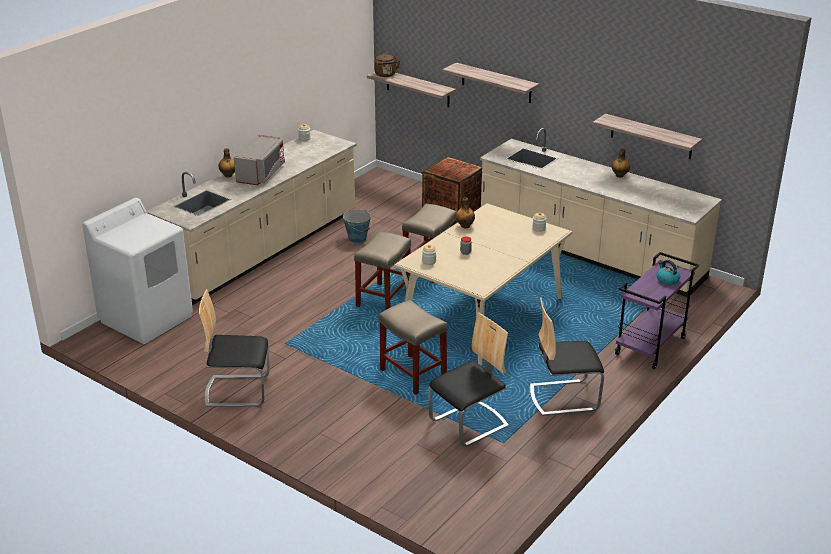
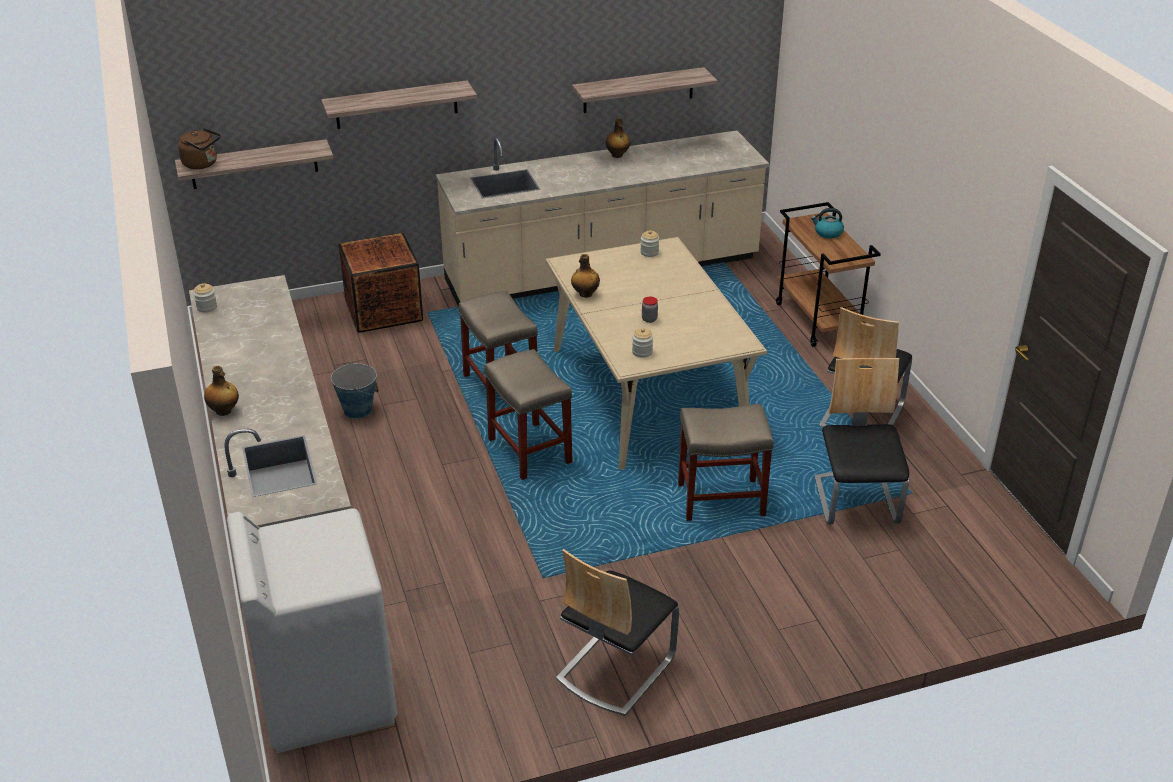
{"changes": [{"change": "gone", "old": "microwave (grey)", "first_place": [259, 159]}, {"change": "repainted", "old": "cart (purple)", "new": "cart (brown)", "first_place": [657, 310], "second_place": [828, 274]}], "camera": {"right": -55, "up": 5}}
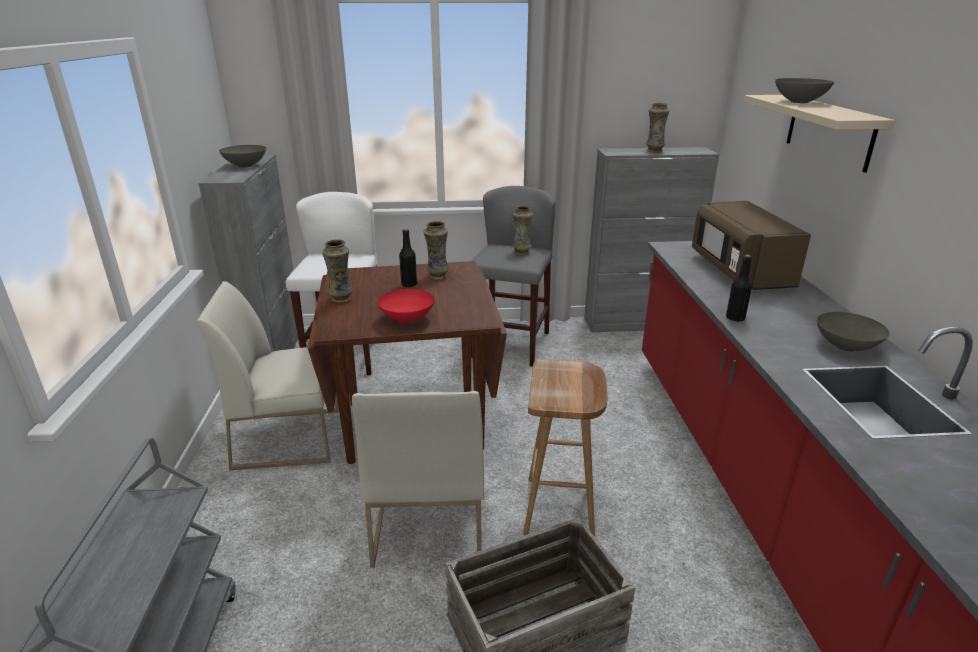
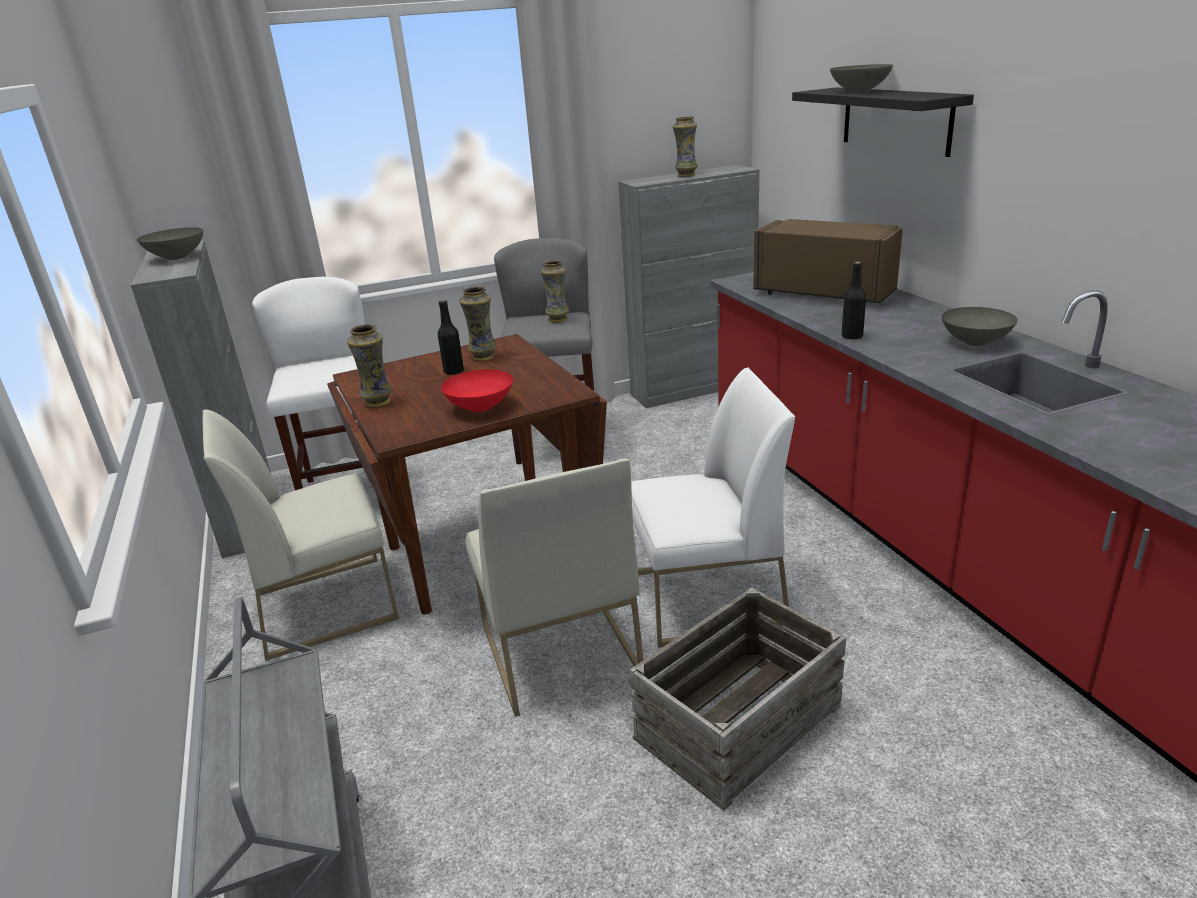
{"changes": [{"change": "swapped", "old": "stool (brown)", "new": "chair (white)", "first_place": [565, 448], "second_place": [713, 507]}, {"change": "rotated", "old": "microwave (brown)", "first_place": [751, 245], "second_place": [828, 261], "degrees": 150}, {"change": "repainted", "old": "shelf (beige)", "new": "shelf (black)", "first_place": [819, 134], "second_place": [883, 122]}], "camera": {"right": -15, "up": 0}}
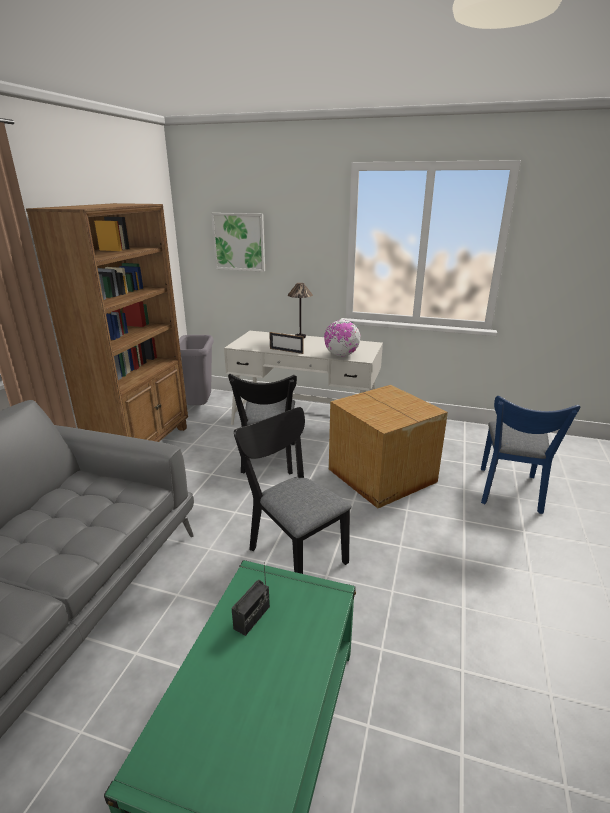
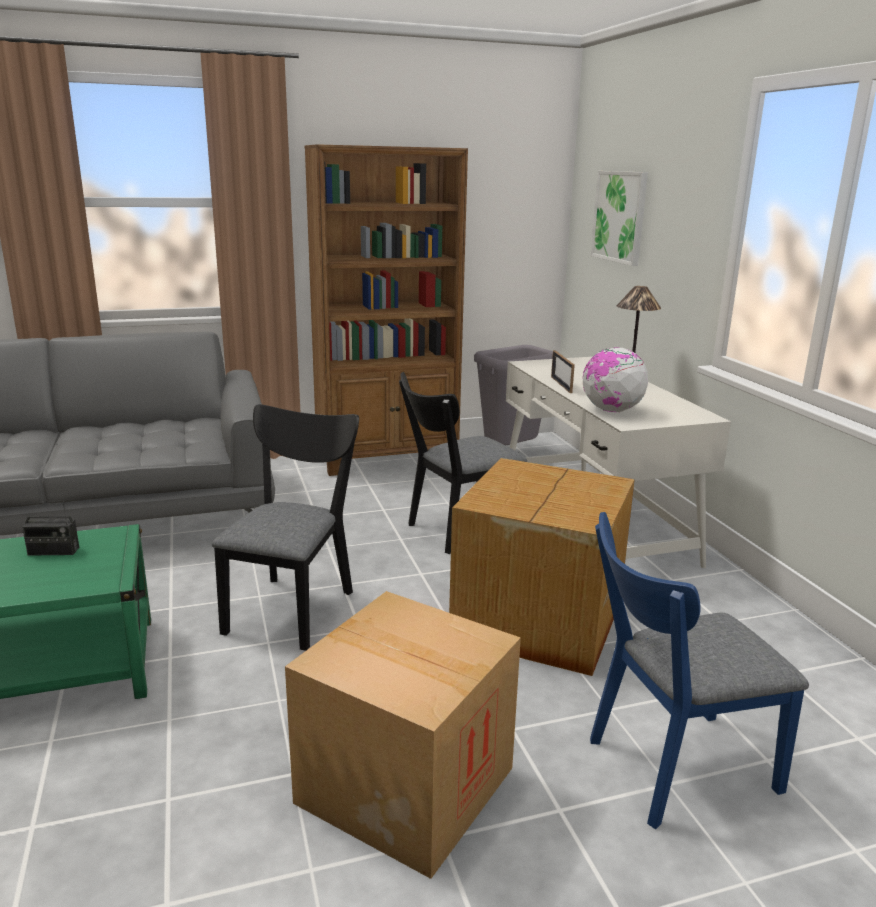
{"changes": [{"change": "new", "new": "cardboard box", "second_place": [403, 735]}], "camera": {"right": 55, "up": -5}}
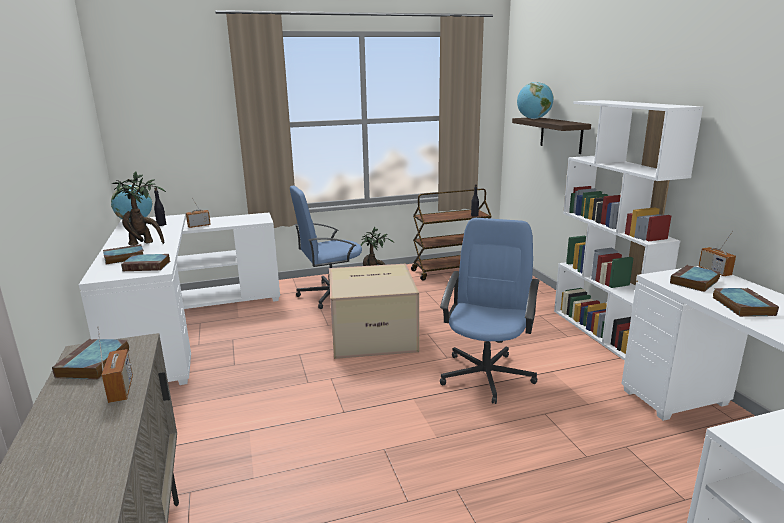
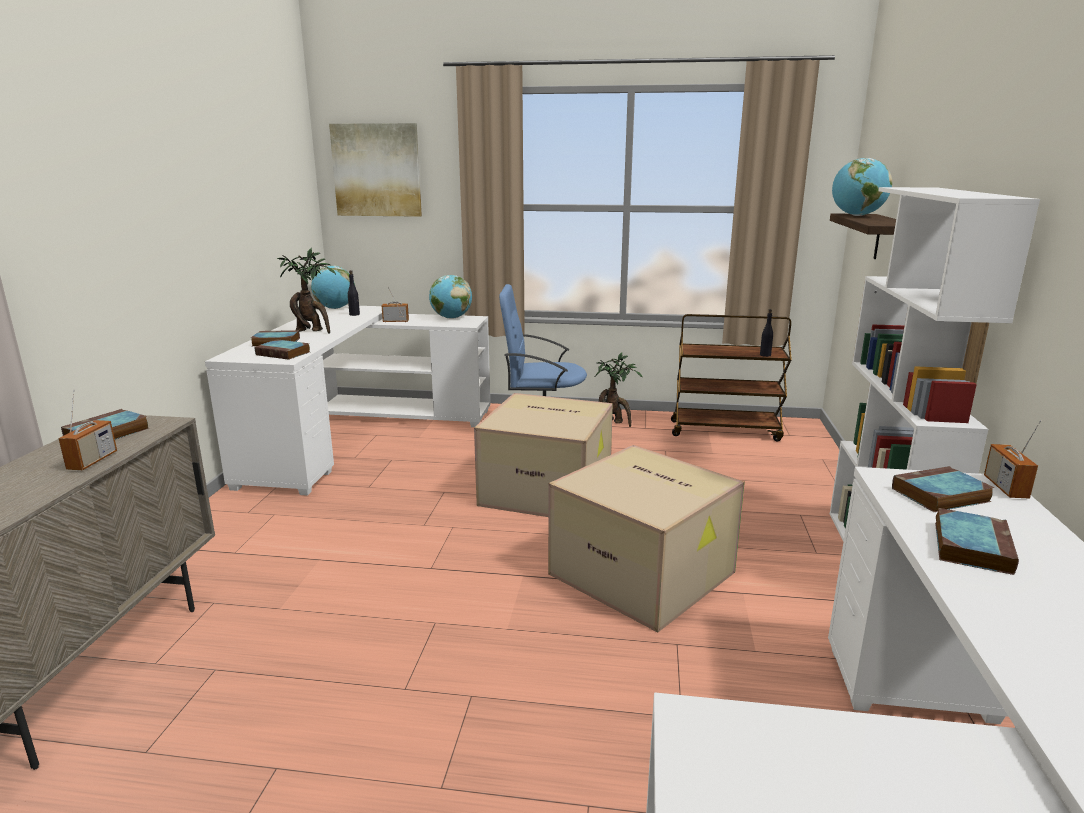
{"changes": [{"change": "swapped", "old": "office chair (blue)", "new": "cardboard box", "first_place": [490, 311], "second_place": [646, 538]}, {"change": "new", "new": "picture", "second_place": [375, 170]}, {"change": "new", "new": "globe", "second_place": [450, 297]}], "camera": {"right": 25, "up": 0}}
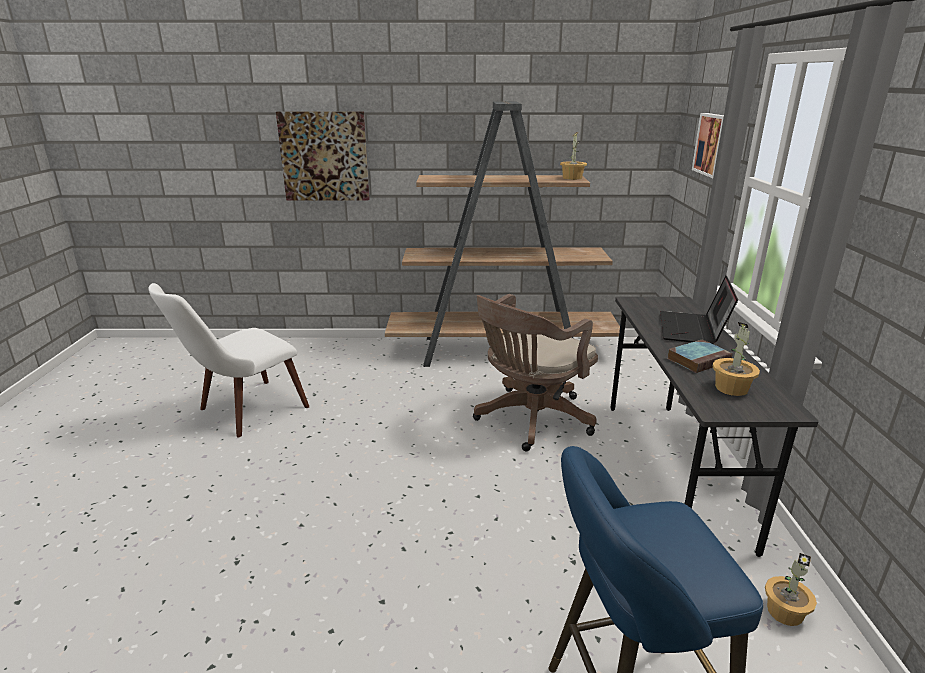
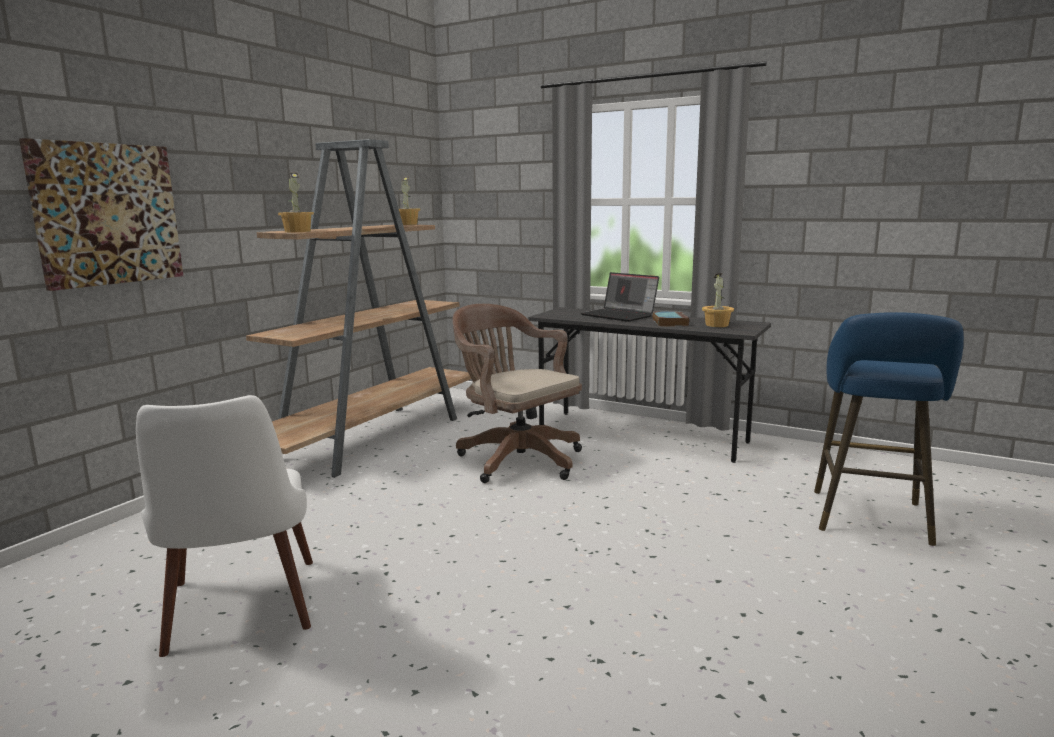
{"changes": [{"change": "rotated", "old": "office chair (brown)", "first_place": [535, 372], "second_place": [517, 393], "degrees": 150}, {"change": "gone", "old": "picture", "first_place": [708, 145]}, {"change": "shifted", "old": "potted plant", "first_place": [791, 589], "second_place": [296, 202]}], "camera": {"right": -60, "up": -10}}
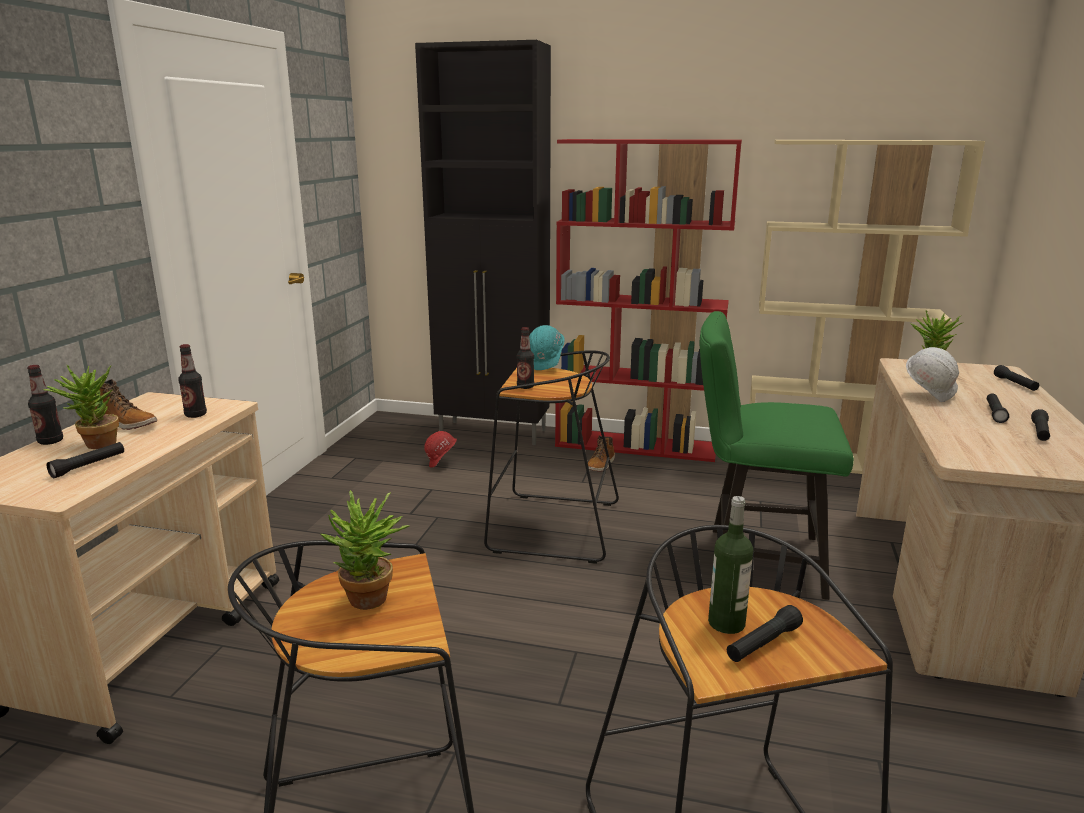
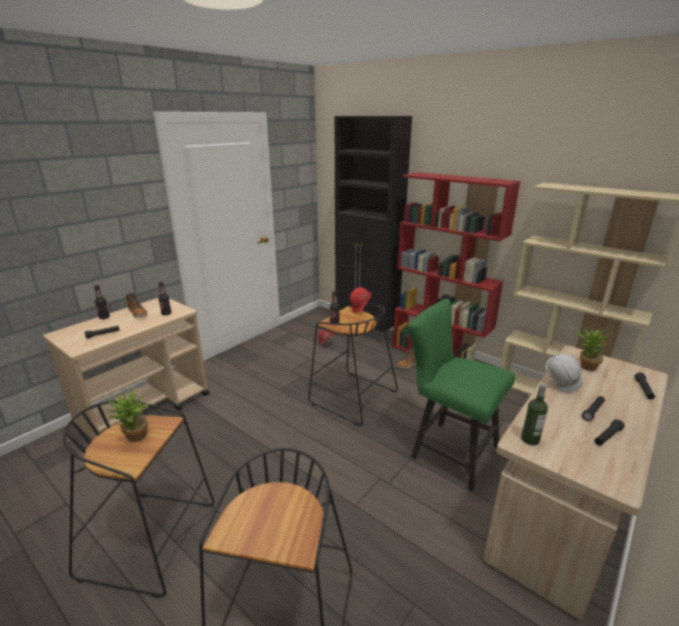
{"changes": [{"change": "gone", "old": "potted plant", "first_place": [81, 407]}, {"change": "repainted", "old": "hard hat (turquoise)", "new": "hard hat (red)", "first_place": [547, 347], "second_place": [360, 300]}, {"change": "shifted", "old": "bottle", "first_place": [730, 565], "second_place": [534, 414]}, {"change": "gone", "old": "flashlight (black)", "first_place": [765, 633]}], "camera": {"right": 25, "up": 5}}
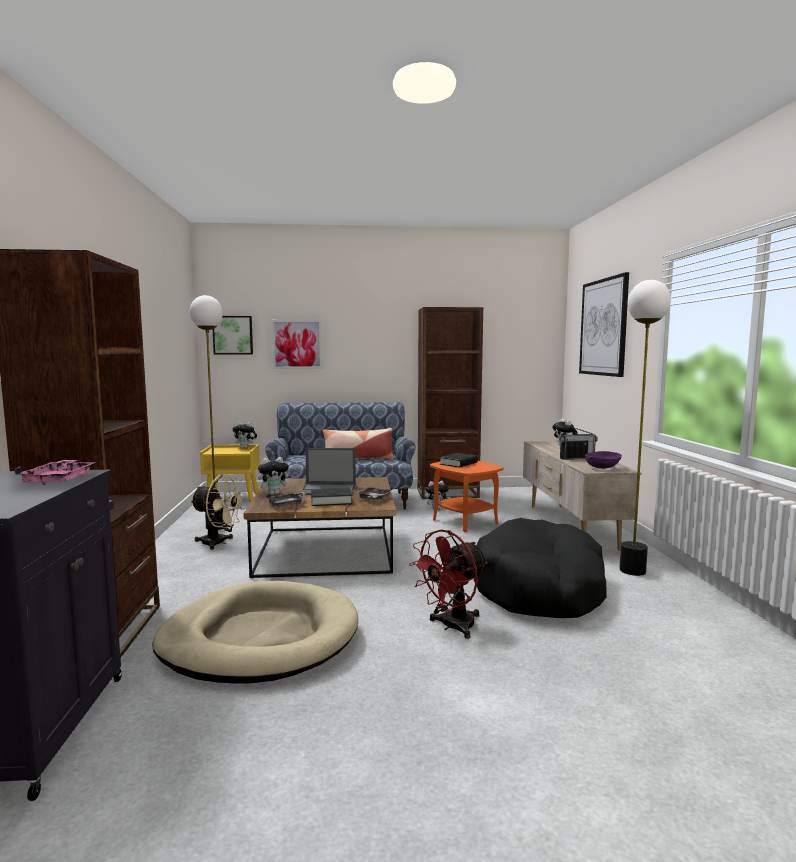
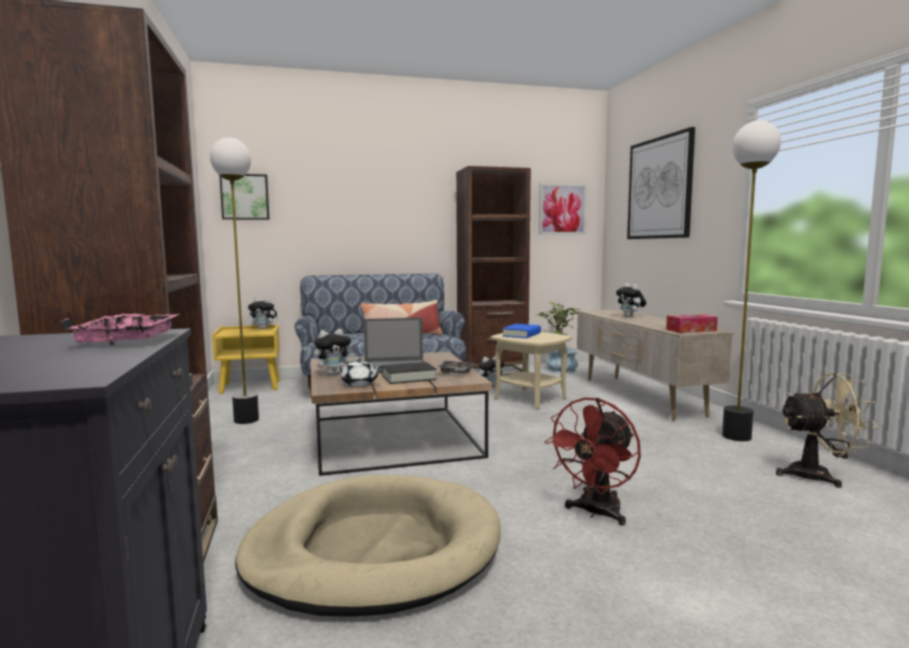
{"changes": [{"change": "shifted", "old": "fan (beige)", "first_place": [218, 512], "second_place": [827, 430]}, {"change": "swapped", "old": "tray (grey)", "new": "teapot (white)", "first_place": [286, 499], "second_place": [360, 372]}, {"change": "shifted", "old": "picture", "first_place": [297, 344], "second_place": [563, 208]}, {"change": "repainted", "old": "side table (orange)", "new": "side table (beige)", "first_place": [466, 496], "second_place": [531, 370]}, {"change": "repainted", "old": "book (black)", "new": "book (blue)", "first_place": [459, 460], "second_place": [521, 331]}, {"change": "gone", "old": "dog bed (black)", "first_place": [540, 568]}, {"change": "gone", "old": "radio", "first_place": [578, 442]}, {"change": "swapped", "old": "bowl (purple)", "new": "tissue box", "first_place": [603, 460], "second_place": [692, 323]}, {"change": "new", "new": "potted plant", "second_place": [558, 337]}], "camera": {"right": -10, "up": 0}}
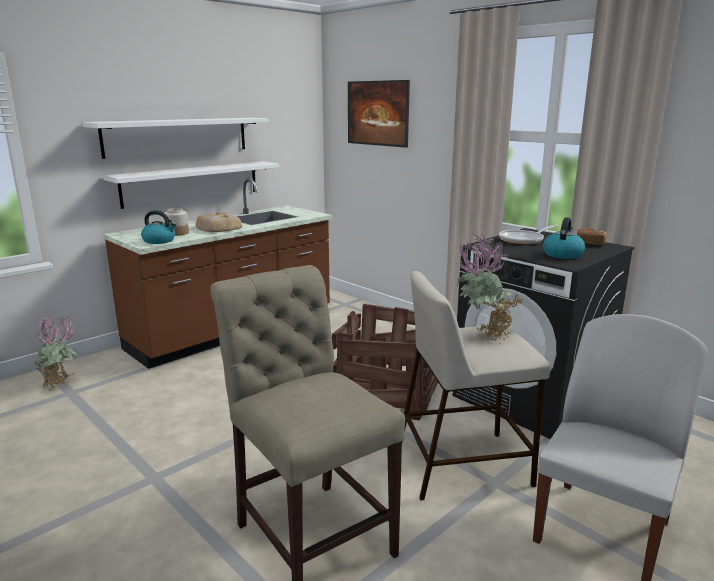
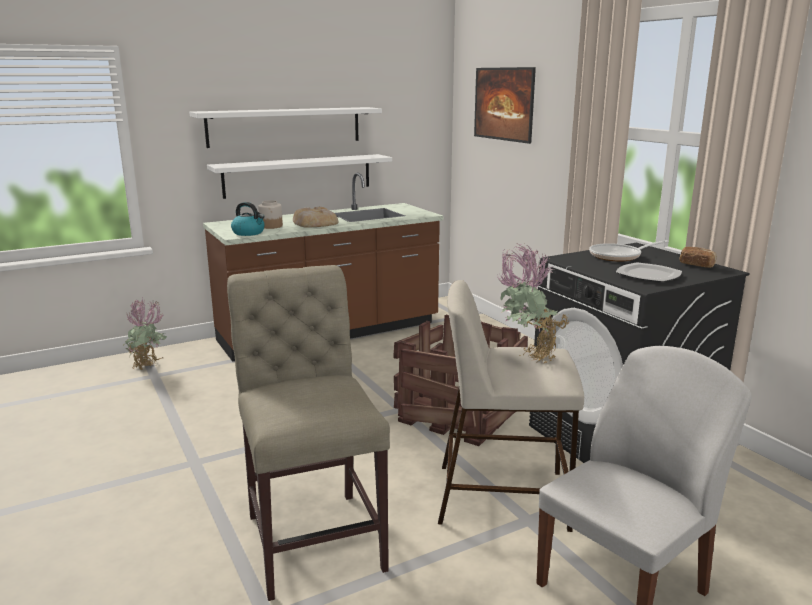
{"changes": [{"change": "swapped", "old": "kettle", "new": "plate", "first_place": [564, 238], "second_place": [649, 272]}], "camera": {"right": 15, "up": 0}}
